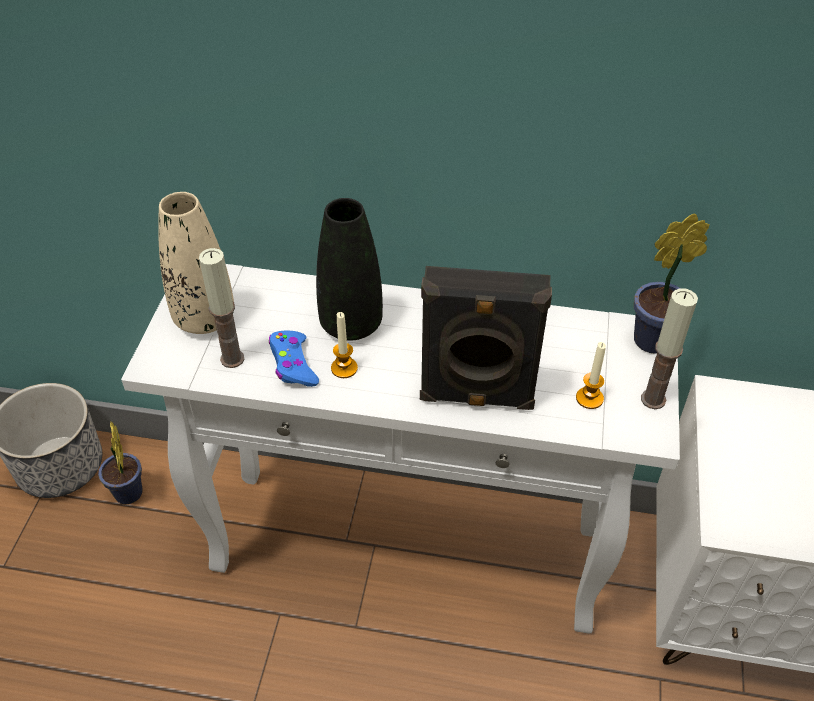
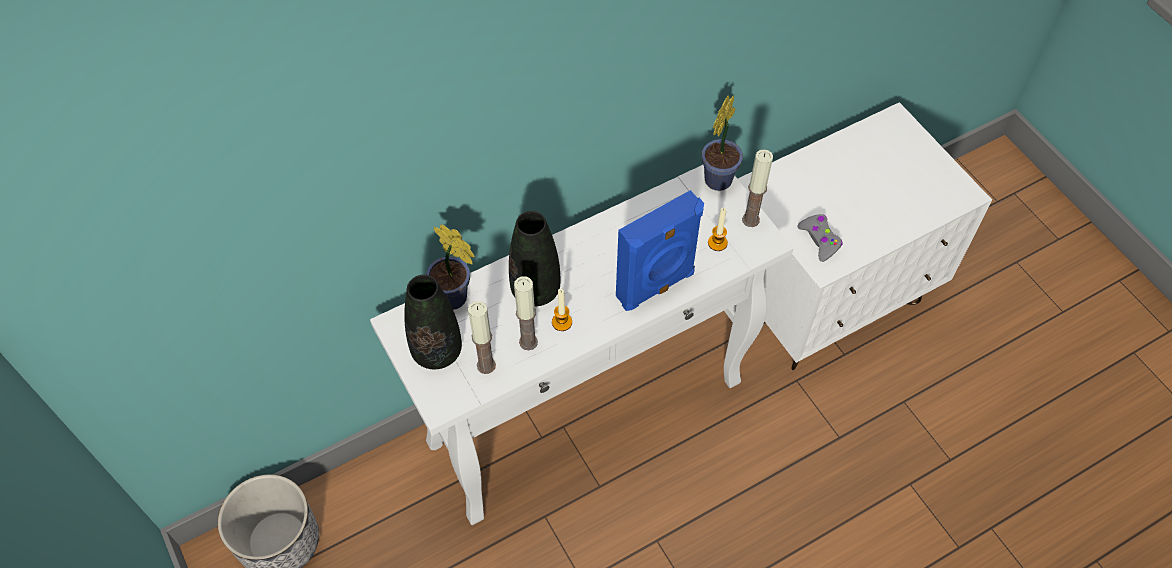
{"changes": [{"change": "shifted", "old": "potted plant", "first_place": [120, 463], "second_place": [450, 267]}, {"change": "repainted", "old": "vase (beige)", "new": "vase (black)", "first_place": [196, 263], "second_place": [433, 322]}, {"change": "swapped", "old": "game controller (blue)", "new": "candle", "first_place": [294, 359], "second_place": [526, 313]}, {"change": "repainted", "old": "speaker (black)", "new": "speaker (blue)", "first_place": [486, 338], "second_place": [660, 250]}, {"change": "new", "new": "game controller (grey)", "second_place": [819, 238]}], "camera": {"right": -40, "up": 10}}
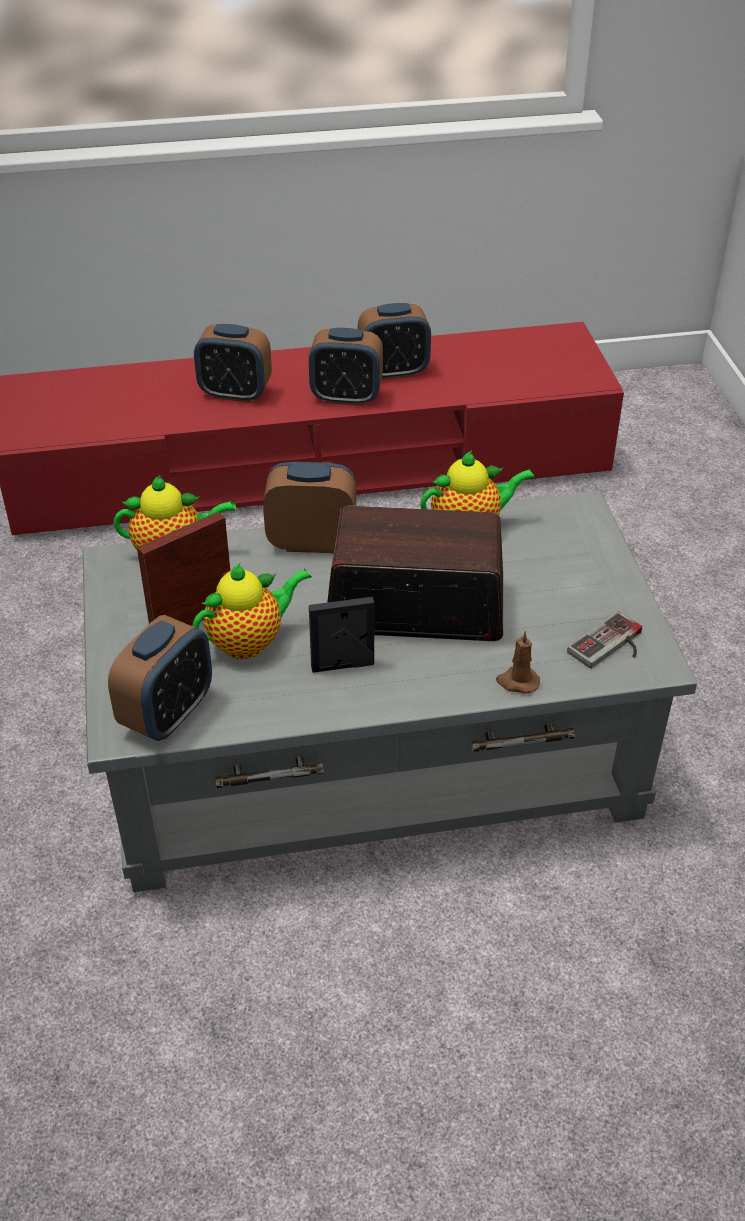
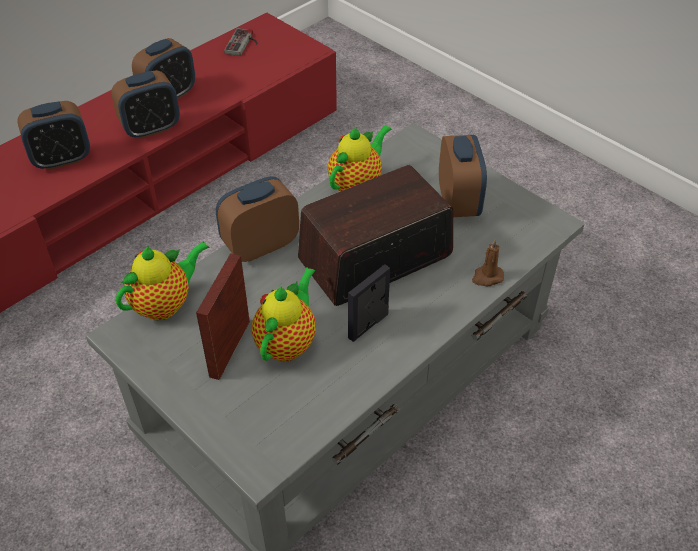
{"changes": [{"change": "shifted", "old": "alarm clock", "first_place": [160, 678], "second_place": [463, 176]}, {"change": "shifted", "old": "game controller", "first_place": [604, 639], "second_place": [241, 42]}], "camera": {"right": -35, "up": 5}}
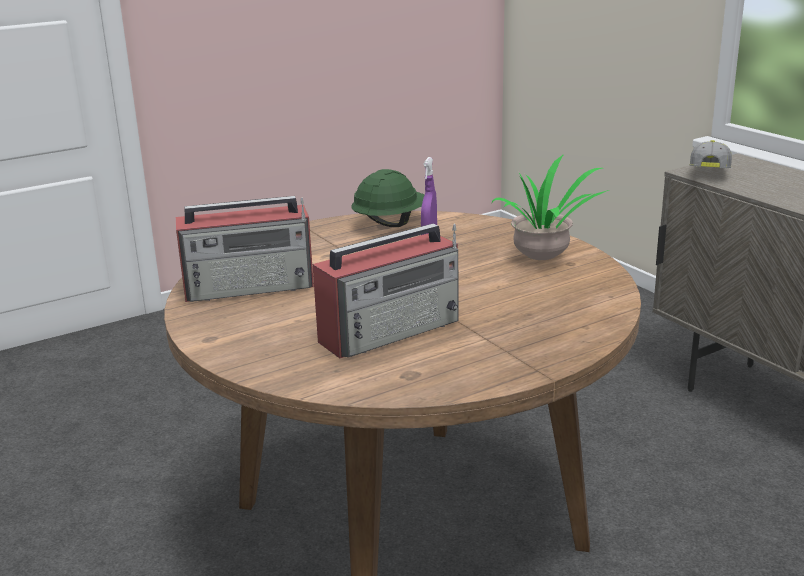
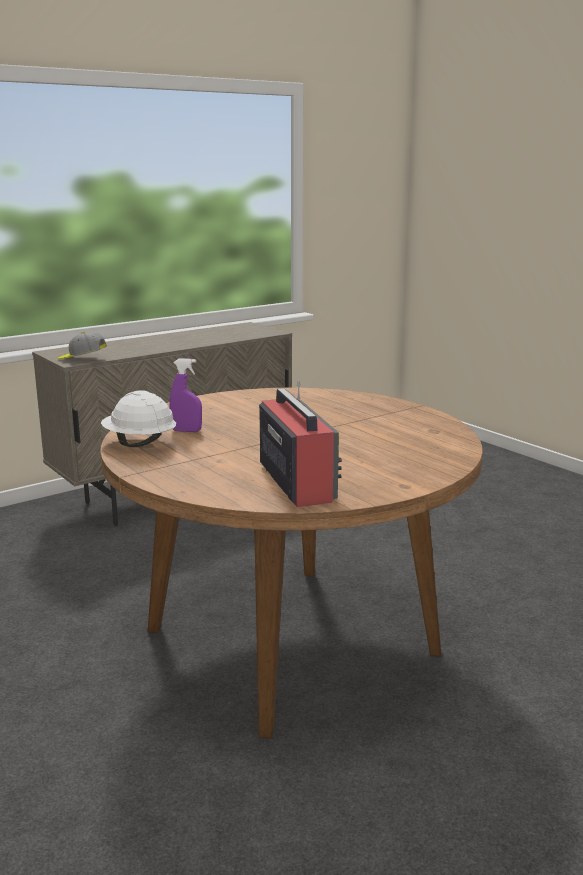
{"changes": [{"change": "gone", "old": "radio", "first_place": [386, 290]}, {"change": "repainted", "old": "hard hat (green)", "new": "hard hat (white)", "first_place": [387, 198], "second_place": [138, 418]}, {"change": "gone", "old": "potted plant", "first_place": [550, 207]}], "camera": {"right": -95, "up": -5}}
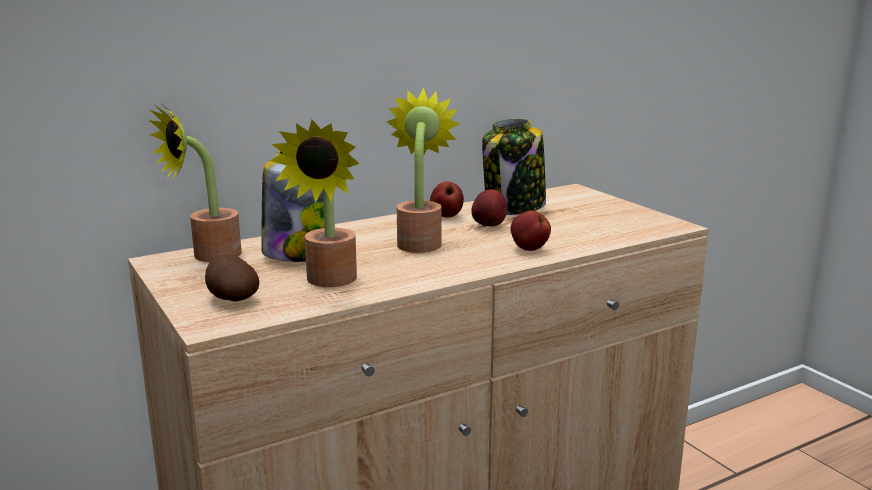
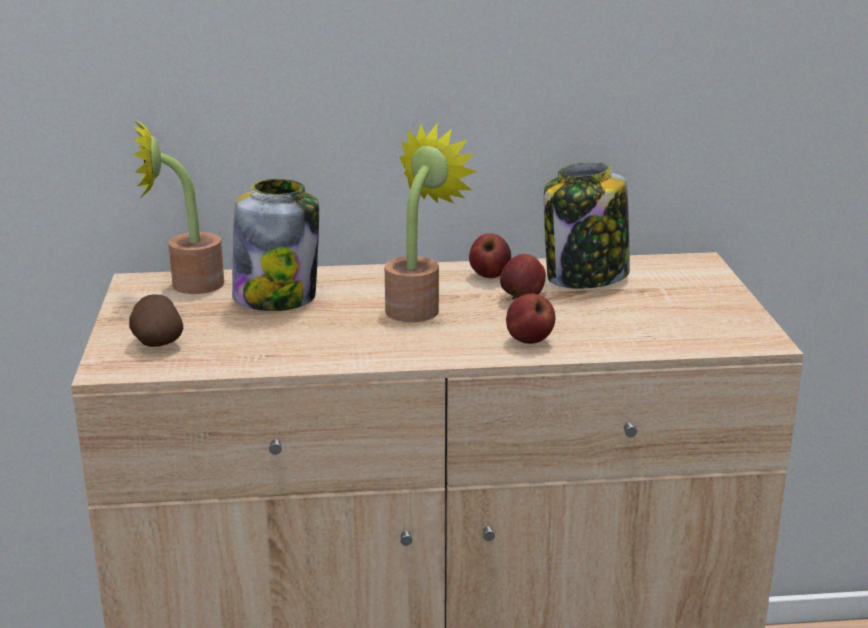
{"changes": [{"change": "gone", "old": "potted plant", "first_place": [315, 203]}], "camera": {"right": 25, "up": 5}}
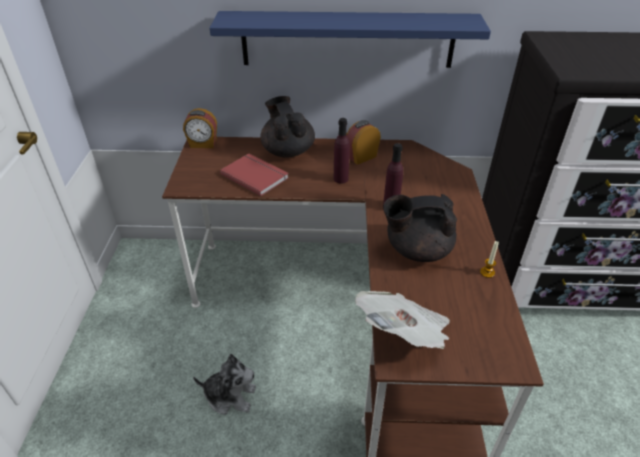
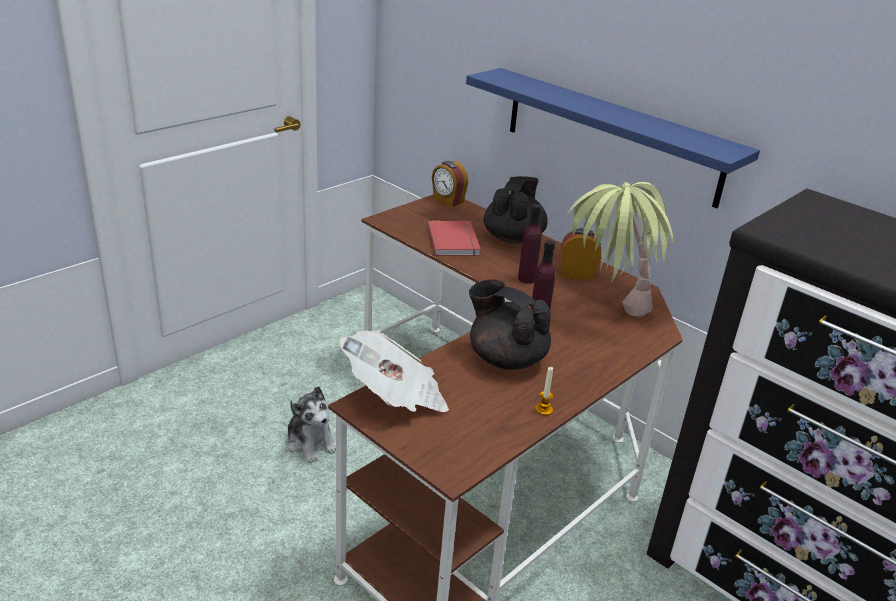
{"changes": [{"change": "new", "new": "potted plant", "second_place": [619, 249]}], "camera": {"right": 40, "up": -10}}
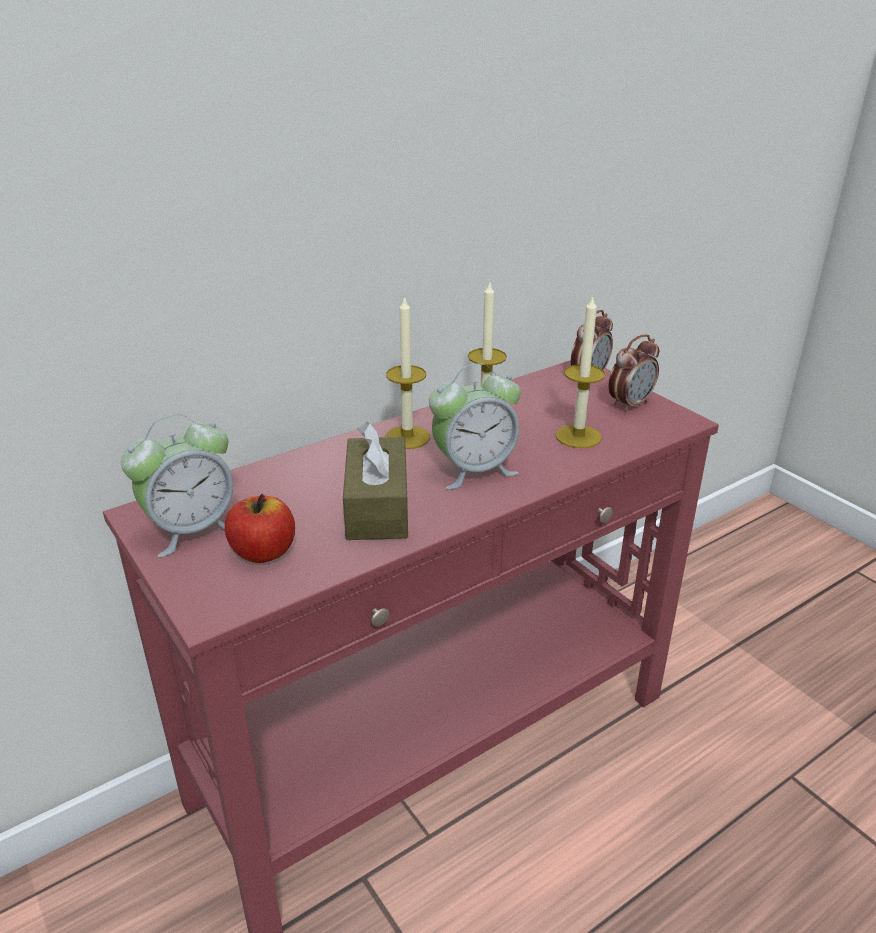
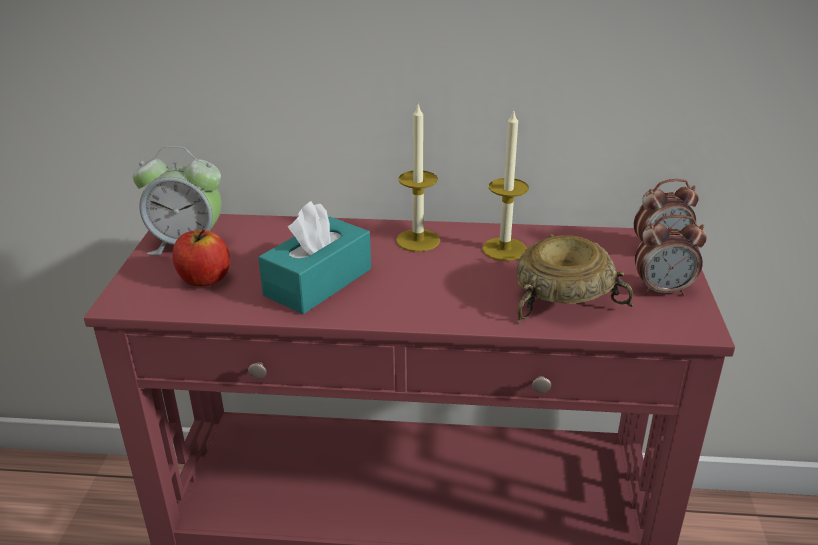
{"changes": [{"change": "repainted", "old": "tissue box (brown)", "new": "tissue box (turquoise)", "first_place": [375, 481], "second_place": [314, 257]}, {"change": "gone", "old": "alarm clock", "first_place": [475, 426]}, {"change": "swapped", "old": "candle", "new": "bowl (beige)", "first_place": [580, 371], "second_place": [574, 279]}], "camera": {"right": 40, "up": 0}}
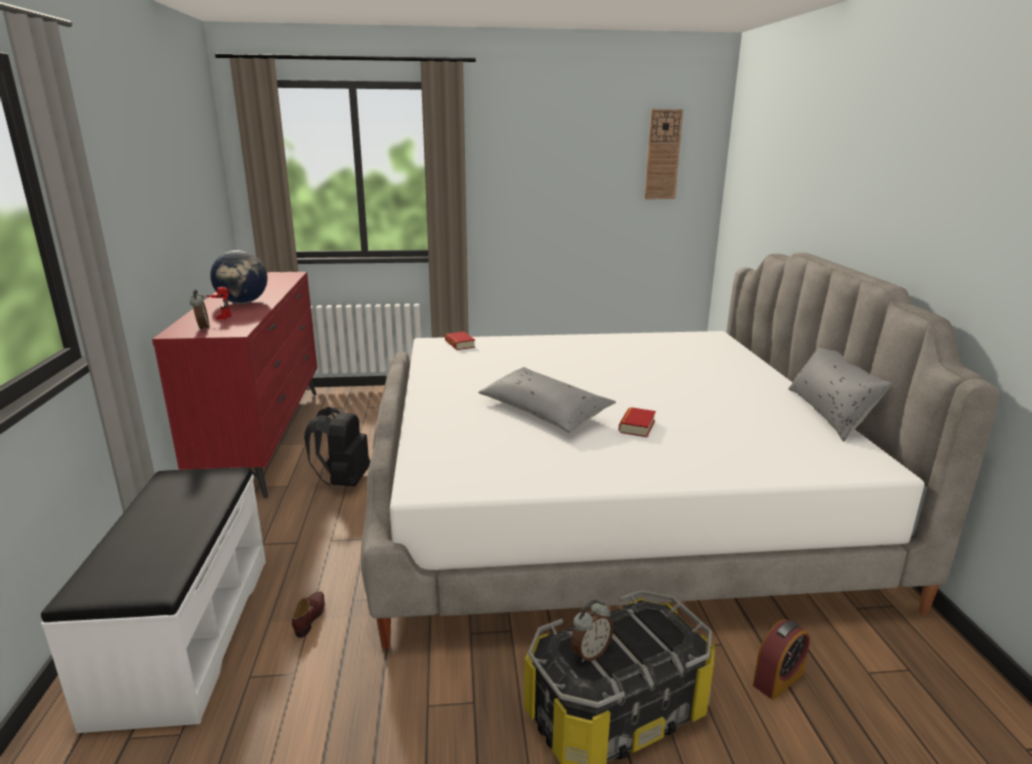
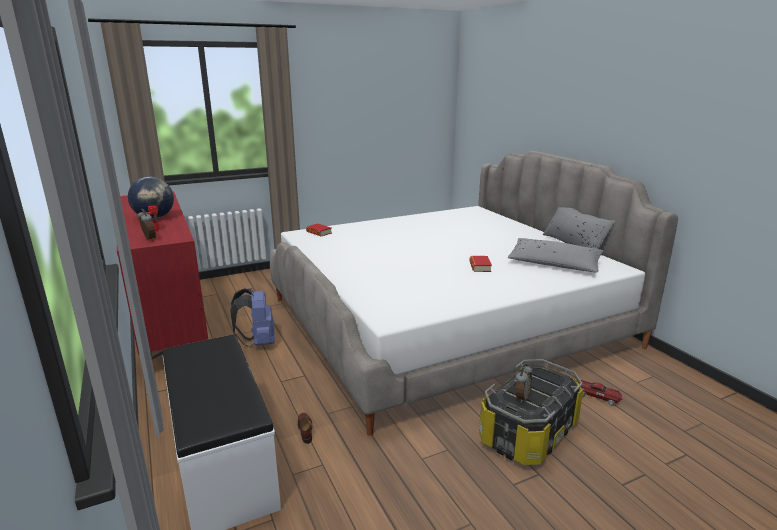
{"changes": [{"change": "repainted", "old": "backpack (black)", "new": "backpack (blue)", "first_place": [337, 446], "second_place": [252, 317]}, {"change": "shifted", "old": "pillow (grey)", "first_place": [547, 400], "second_place": [555, 255]}, {"change": "gone", "old": "wall clock", "first_place": [663, 154]}, {"change": "swapped", "old": "alarm clock", "new": "toy car", "first_place": [781, 659], "second_place": [600, 393]}], "camera": {"right": -20, "up": 0}}
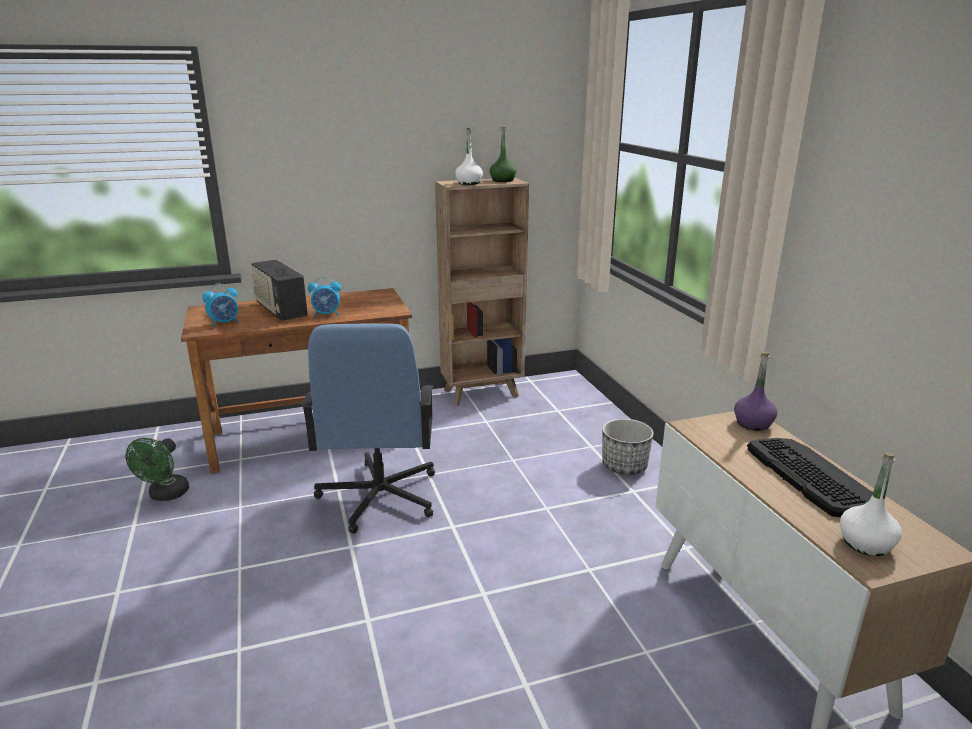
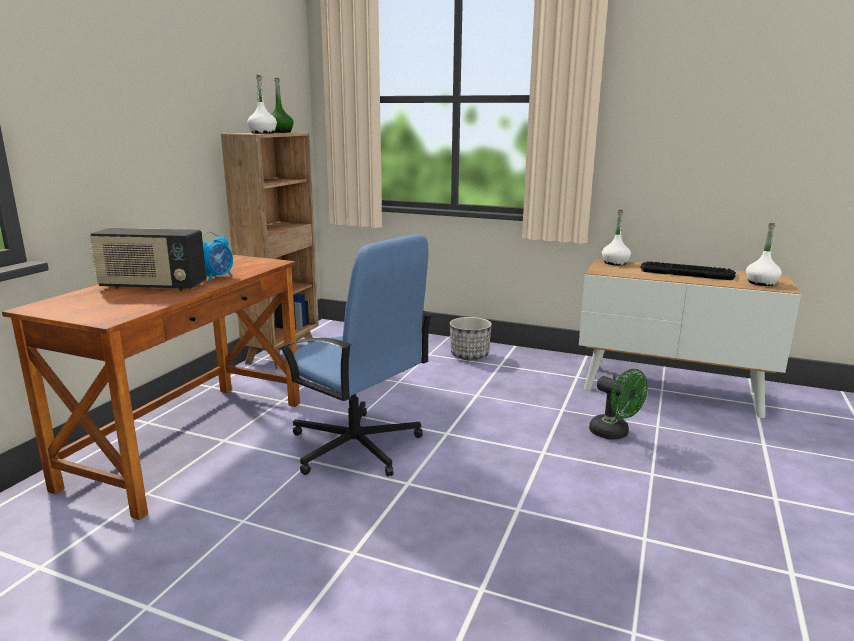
{"changes": [{"change": "shifted", "old": "fan (green)", "first_place": [157, 469], "second_place": [618, 404]}, {"change": "gone", "old": "alarm clock", "first_place": [220, 305]}, {"change": "repainted", "old": "bottle (purple)", "new": "bottle (white)", "first_place": [755, 391], "second_place": [616, 237]}], "camera": {"right": -50, "up": -5}}
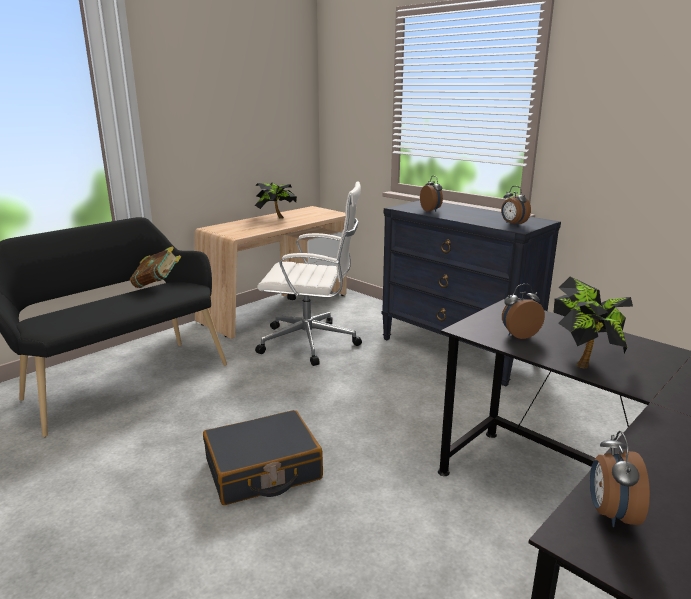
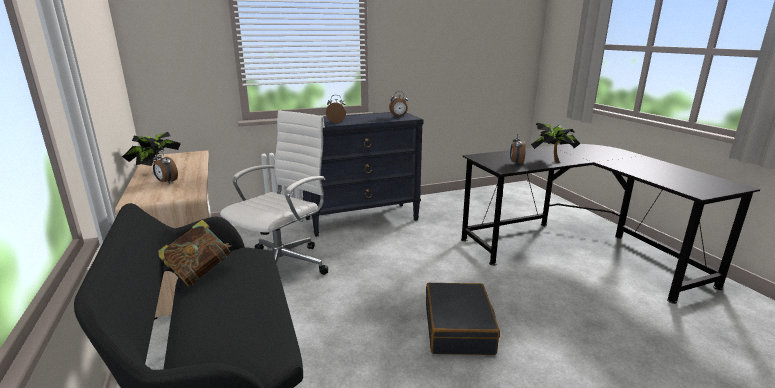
{"changes": [{"change": "shifted", "old": "alarm clock", "first_place": [620, 479], "second_place": [165, 167]}], "camera": {"right": -65, "up": 0}}
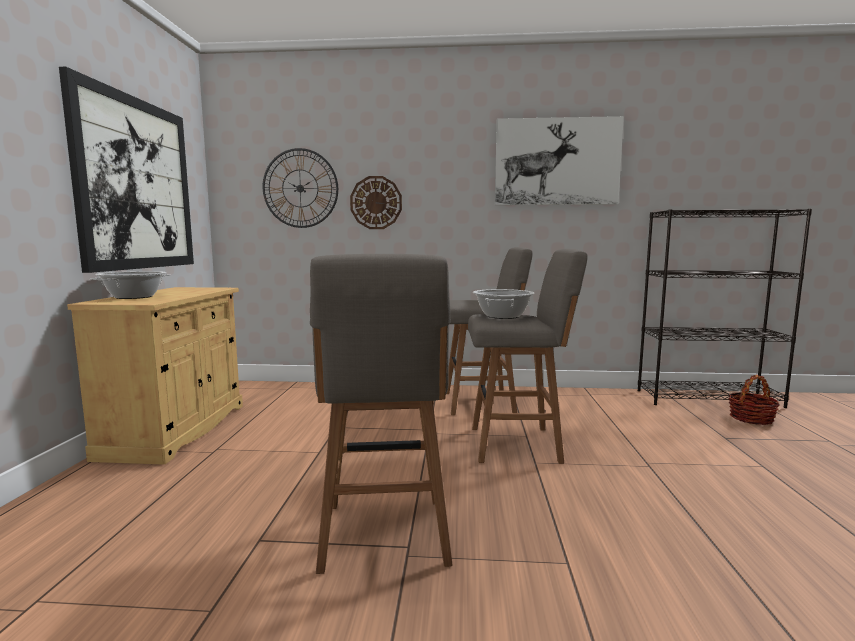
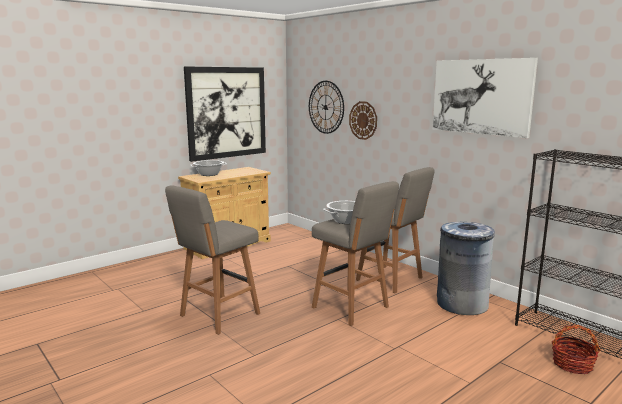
{"changes": [{"change": "new", "new": "trash can (grey)", "second_place": [466, 268]}], "camera": {"right": 45, "up": 5}}
